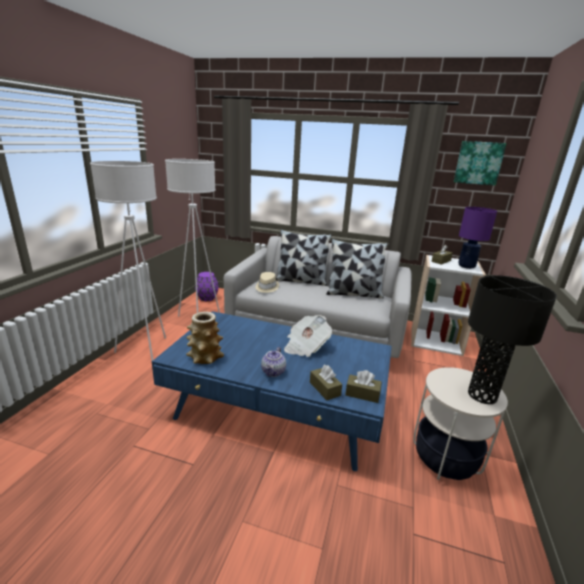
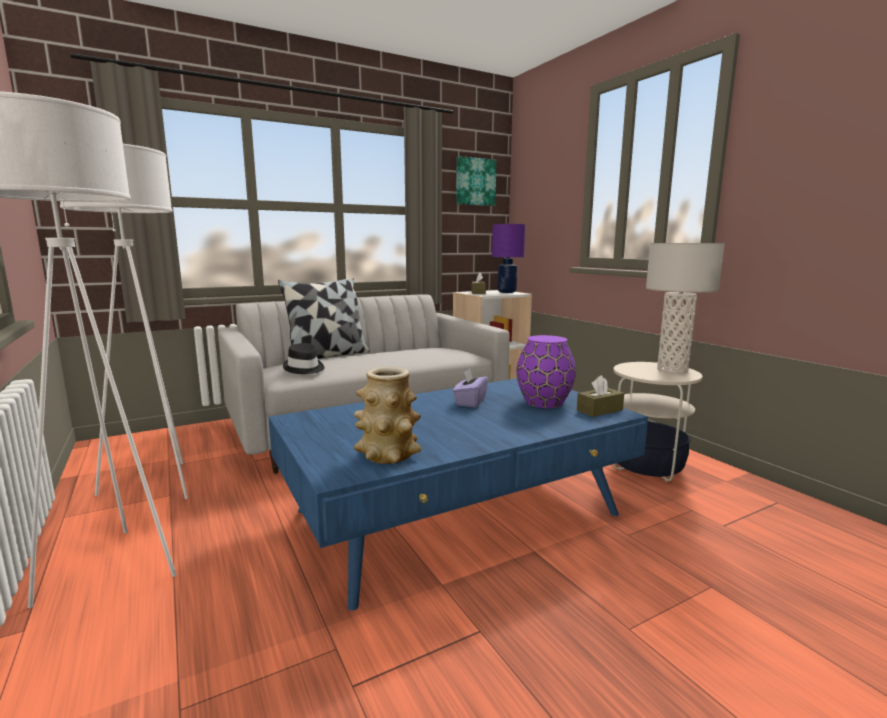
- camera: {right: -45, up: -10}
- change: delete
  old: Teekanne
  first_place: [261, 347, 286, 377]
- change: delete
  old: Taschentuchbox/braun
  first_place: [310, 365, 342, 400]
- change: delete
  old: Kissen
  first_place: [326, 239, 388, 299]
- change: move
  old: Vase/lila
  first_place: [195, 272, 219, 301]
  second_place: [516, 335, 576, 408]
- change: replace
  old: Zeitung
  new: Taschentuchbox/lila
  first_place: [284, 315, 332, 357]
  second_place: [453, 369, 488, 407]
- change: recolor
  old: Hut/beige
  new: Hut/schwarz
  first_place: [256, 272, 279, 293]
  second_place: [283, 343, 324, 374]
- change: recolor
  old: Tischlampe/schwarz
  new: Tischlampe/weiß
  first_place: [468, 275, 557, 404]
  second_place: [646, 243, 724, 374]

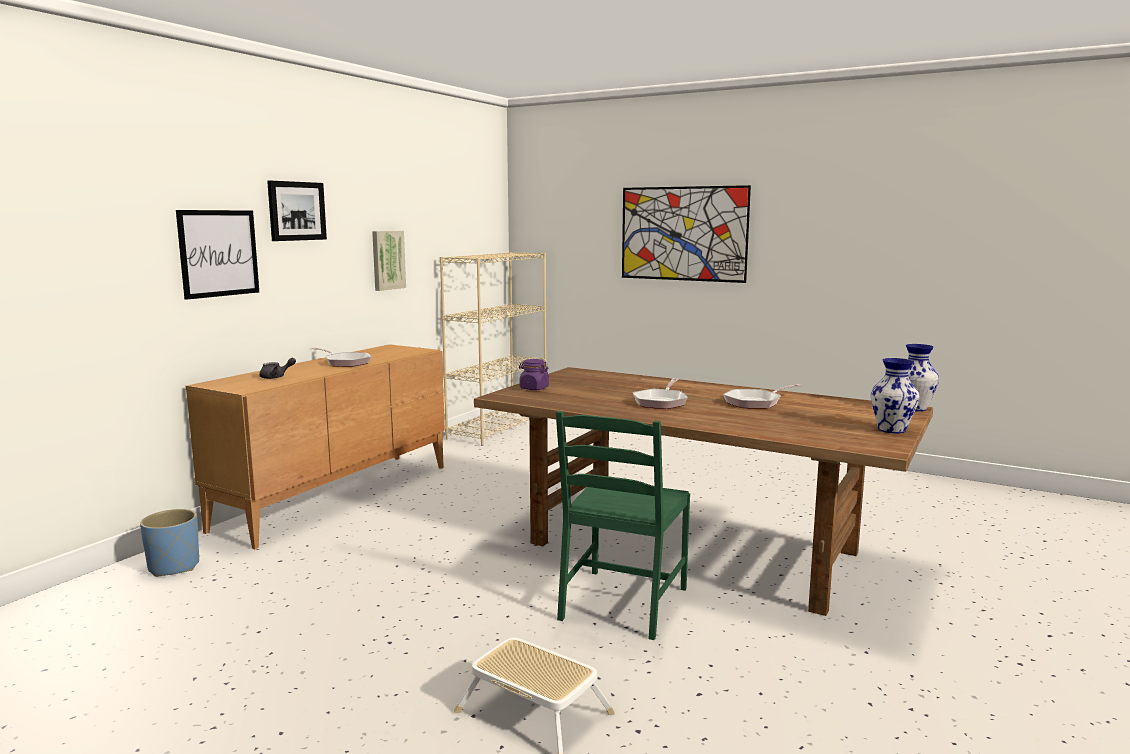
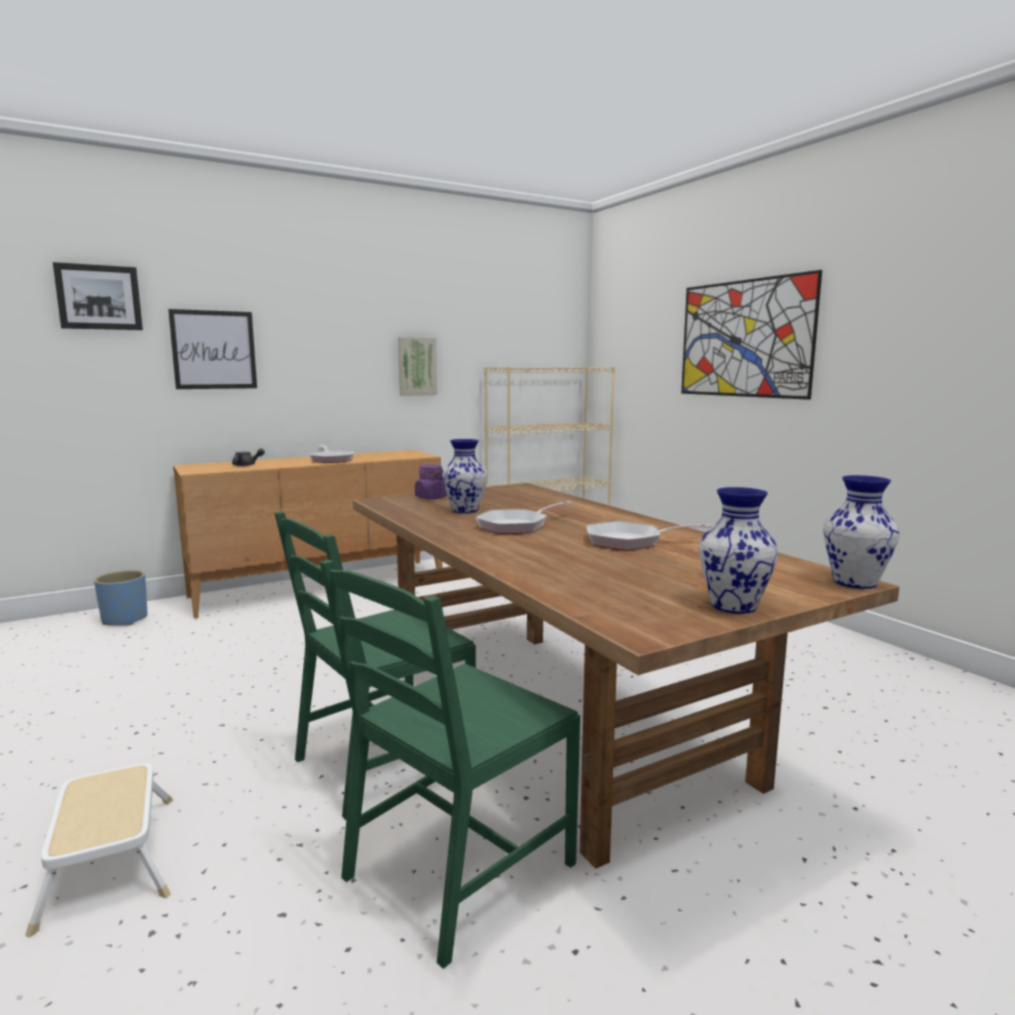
- camera: {right: 30, up: 0}
- change: insert
  new: Stuhl/grün
  second_place: [319, 560, 580, 969]
- change: insert
  new: Vase
  second_place: [442, 439, 487, 513]
- change: move
  old: Bild
  first_place: [267, 181, 327, 241]
  second_place: [53, 262, 143, 330]

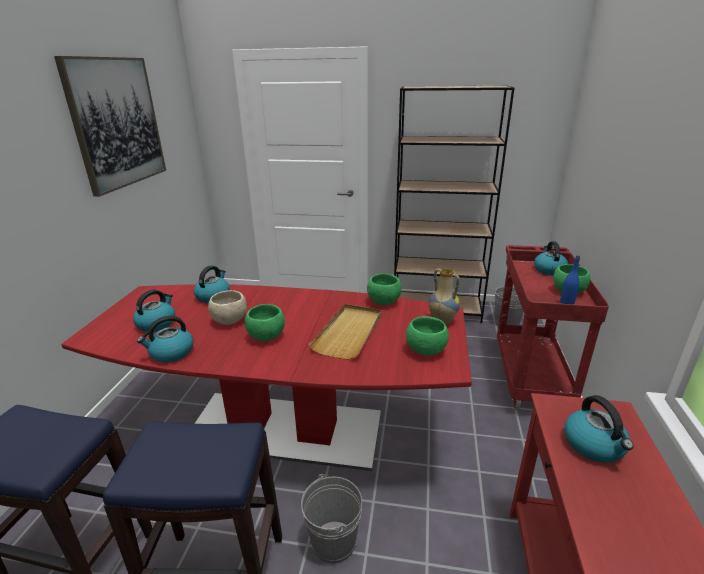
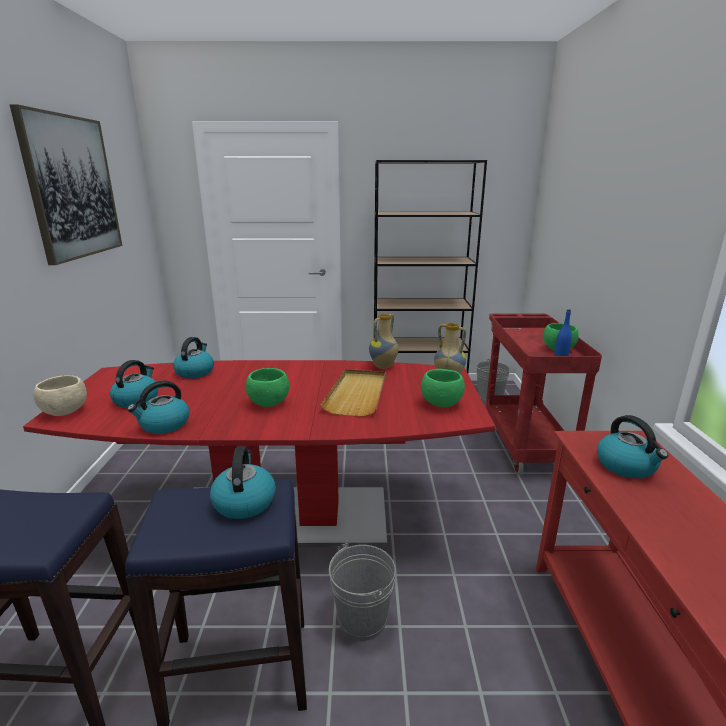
- camera: {right: -10, up: -5}
- change: move
  old: Schüssel/beige
  first_place: [208, 290, 247, 325]
  second_place: [33, 375, 87, 416]
- change: move
  old: Wasserkessel
  first_place: [534, 241, 568, 275]
  second_place: [210, 446, 276, 519]
- change: replace
  old: Schüssel/grün
  new: Vase
  first_place: [367, 273, 401, 305]
  second_place: [369, 314, 399, 369]

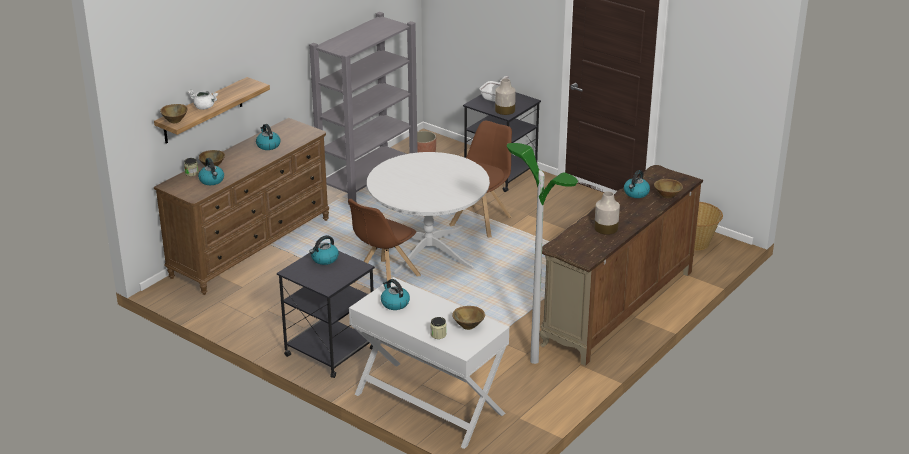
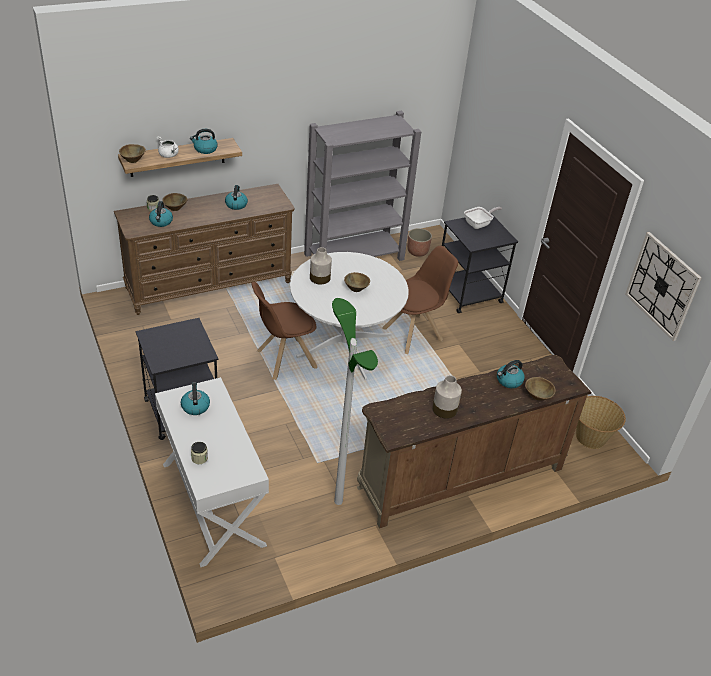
- camera: {right: 25, up: 10}
- change: insert
  new: Wanduhr
  second_place: [625, 232, 702, 341]
- change: move
  old: Wasserkessel
  first_place: [310, 235, 339, 265]
  second_place: [190, 129, 218, 154]
- change: move
  old: Schüssel/braun
  first_place: [452, 306, 485, 330]
  second_place: [344, 272, 370, 292]
- change: move
  old: Vase/beige
  first_place: [495, 78, 516, 115]
  second_place: [310, 247, 332, 284]

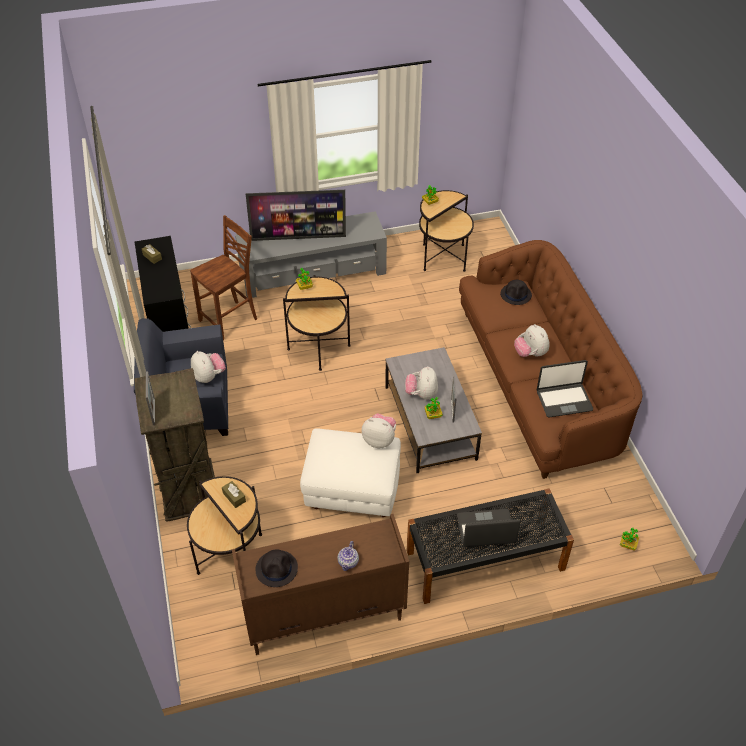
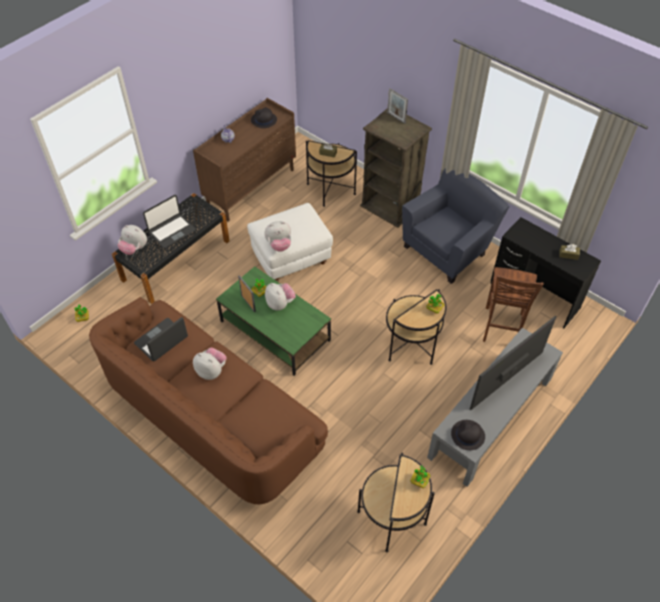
- camera: {right: 145, up: 5}
- change: move
  old: Plüschtier
  first_place: [191, 351, 226, 383]
  second_place: [118, 225, 147, 255]
- change: move
  old: Hut/schwarz
  first_place: [500, 280, 532, 305]
  second_place: [451, 420, 485, 450]
- change: recolor
  old: Couchtisch/grau
  new: Couchtisch/grün
  first_place: [385, 347, 482, 473]
  second_place: [216, 266, 331, 376]

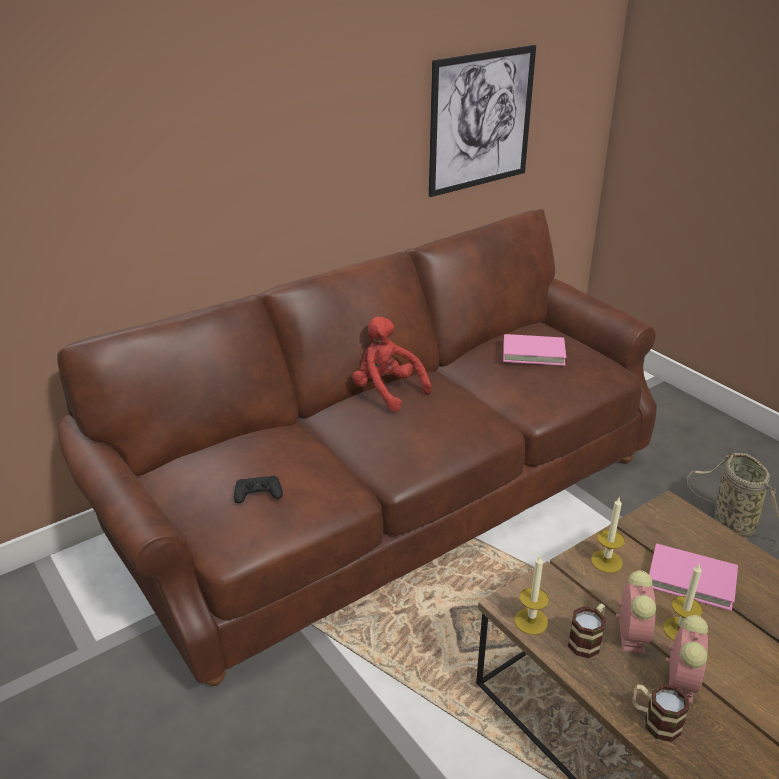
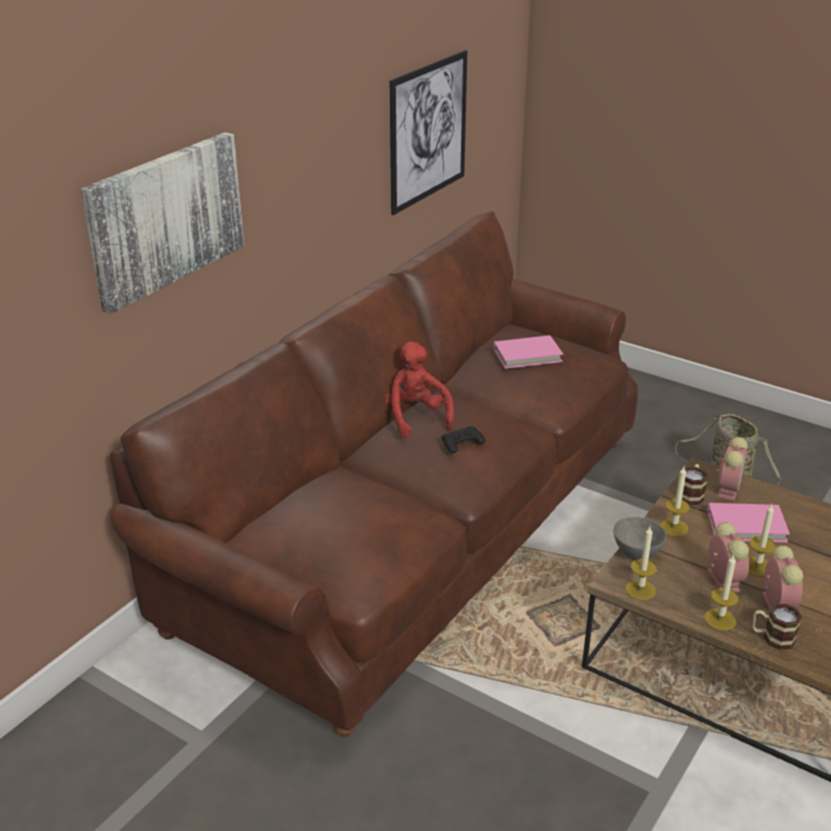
- camera: {right: -20, up: 0}
- change: insert
  new: Bild
  second_place: [81, 132, 244, 314]
- change: insert
  new: Schüssel/grau
  second_place: [613, 517, 666, 560]
- change: insert
  new: Kerze
  second_place: [704, 554, 739, 631]
- change: insert
  new: Wecker
  second_place: [716, 437, 748, 501]
- change: move
  old: Gamepad/schwarz
  first_place: [234, 476, 283, 503]
  second_place: [441, 426, 485, 453]
- change: move
  old: Henkelbecher
  first_place: [568, 604, 606, 658]
  second_place: [682, 464, 708, 505]
- change: rotate
  old: Plüschtier/rot
  first_place: [352, 317, 432, 412]
  second_place: [385, 342, 454, 438]
  degrees: 45

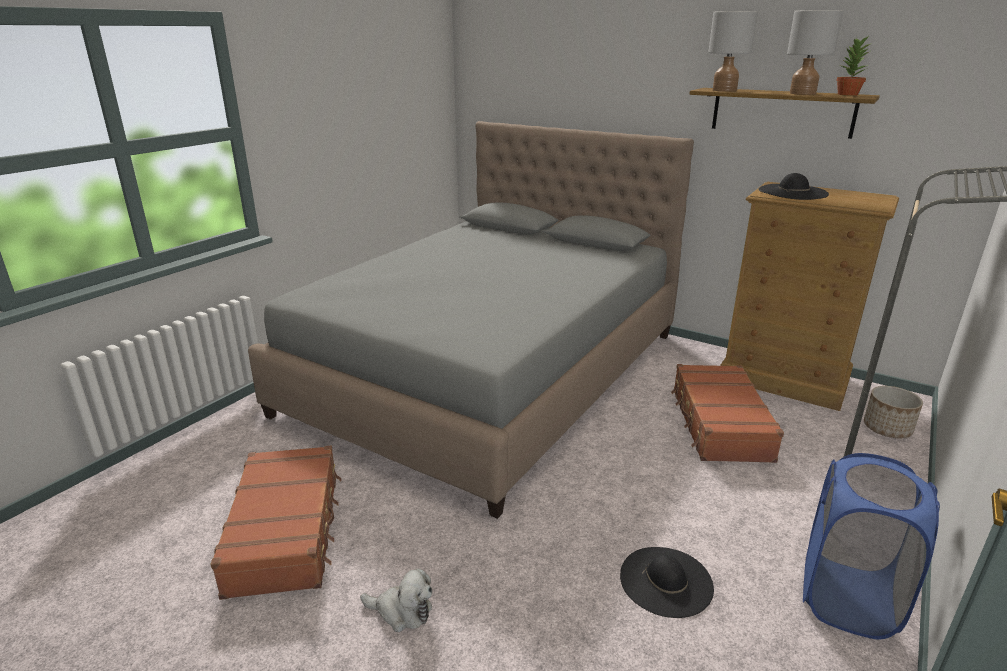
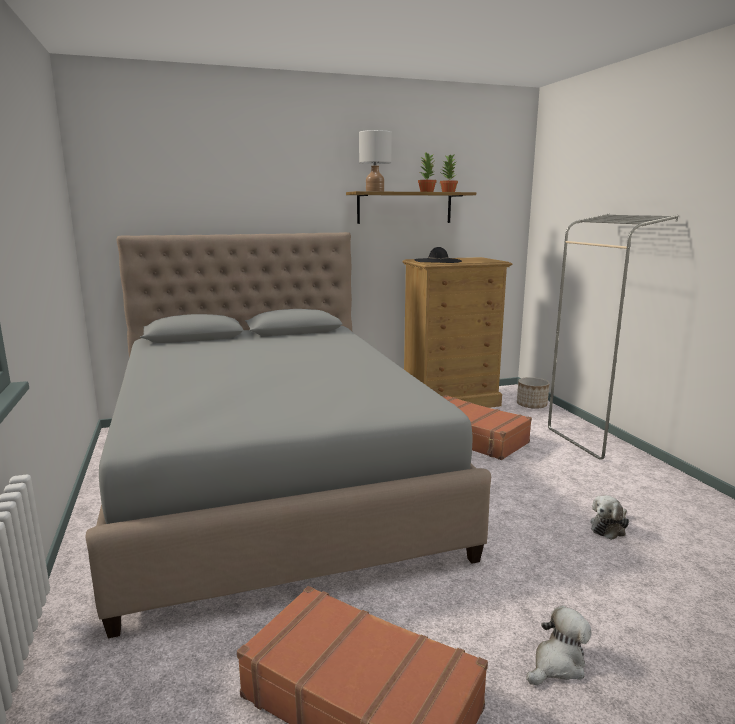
- camera: {right: -50, up: -10}
- change: delete
  old: Wäschekorb/blau
  first_place: [803, 453, 940, 640]
- change: replace
  old: Hut/schwarz
  new: Plüschtier
  first_place: [620, 547, 714, 618]
  second_place: [590, 495, 629, 540]
- change: replace
  old: Tischlampe/grau
  new: Topfpflanze
  first_place: [787, 10, 843, 95]
  second_place: [418, 152, 437, 192]

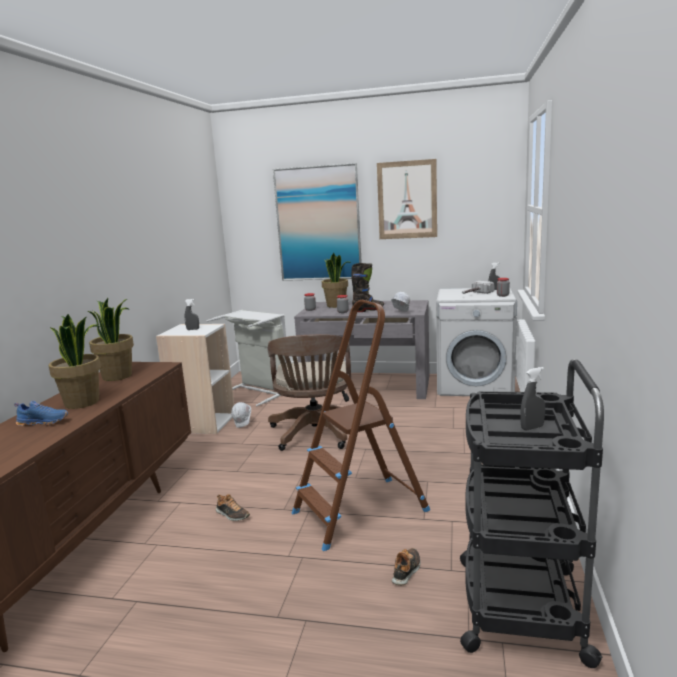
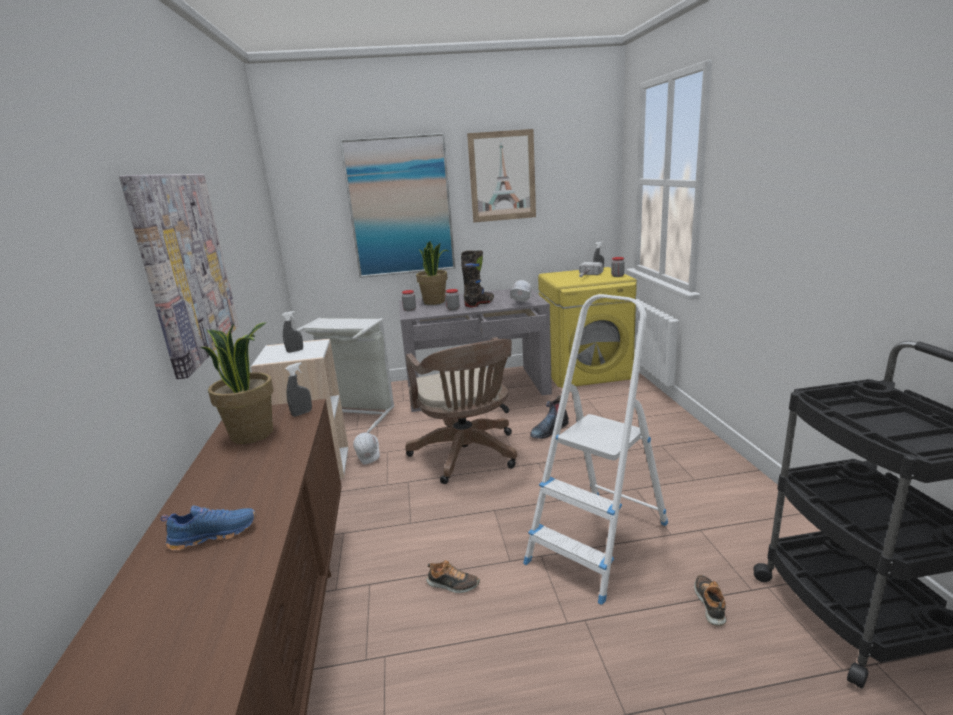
- camera: {right: -20, up: 5}
- change: delete
  old: Topfpflanze
  first_place: [48, 314, 101, 409]
- change: insert
  new: Bild
  second_place: [119, 174, 239, 379]
- change: insert
  new: Stiefel
  second_place: [530, 395, 569, 439]
- change: move
  old: Sprühflasche/grau
  first_place: [520, 367, 545, 430]
  second_place: [285, 362, 312, 417]
- change: recolor
  old: Trittleiter/braun
  new: Trittleiter/weiß
  first_place: [292, 300, 430, 551]
  second_place: [523, 294, 668, 605]
- change: recolor
  old: Waschmaschine/weiß
  new: Waschmaschine/gelb
  first_place: [436, 288, 517, 396]
  second_place: [538, 267, 637, 388]

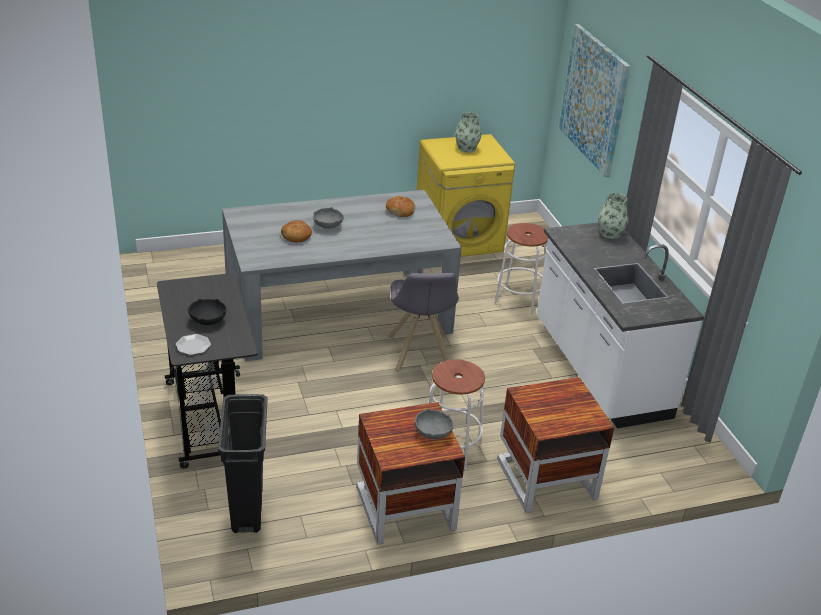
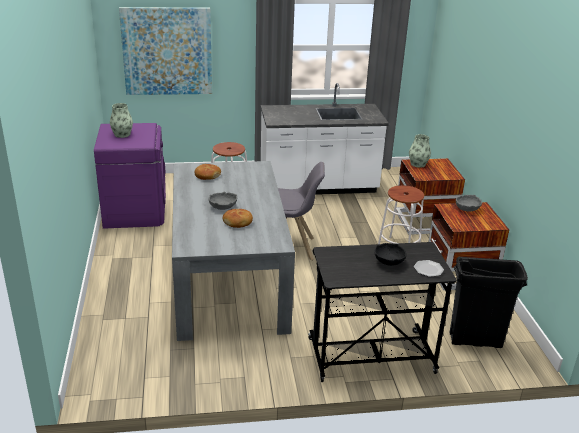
- camera: {right: -80, up: -5}
- change: move
  old: Vase
  first_place: [598, 193, 629, 239]
  second_place: [409, 134, 431, 168]
- change: recolor
  old: Waschmaschine/gelb
  new: Waschmaschine/lila
  first_place: [417, 134, 515, 257]
  second_place: [94, 123, 166, 229]

